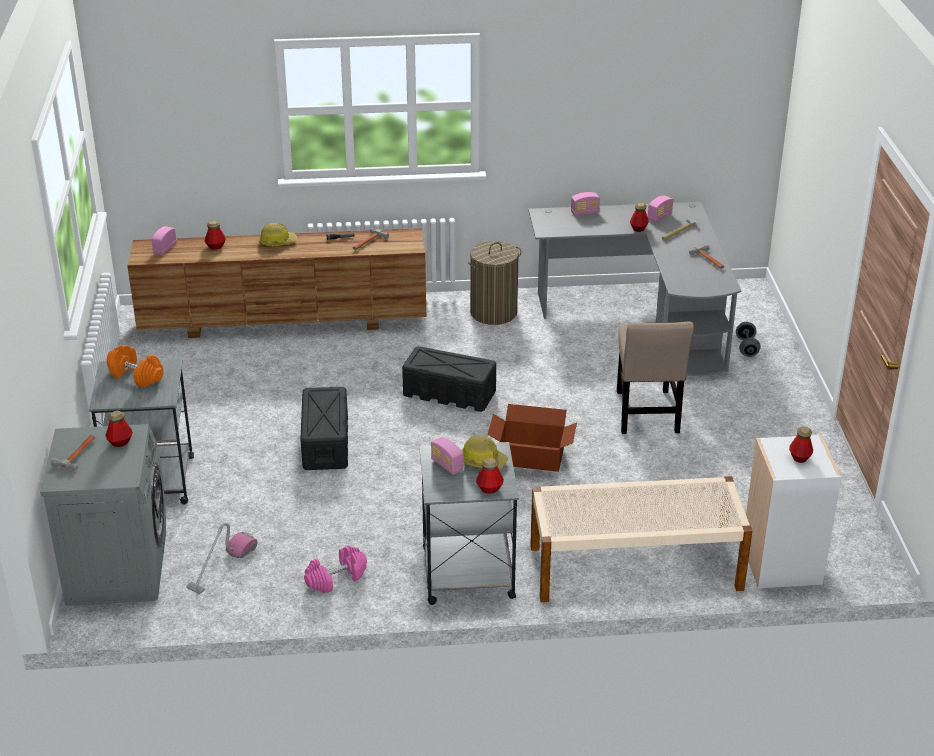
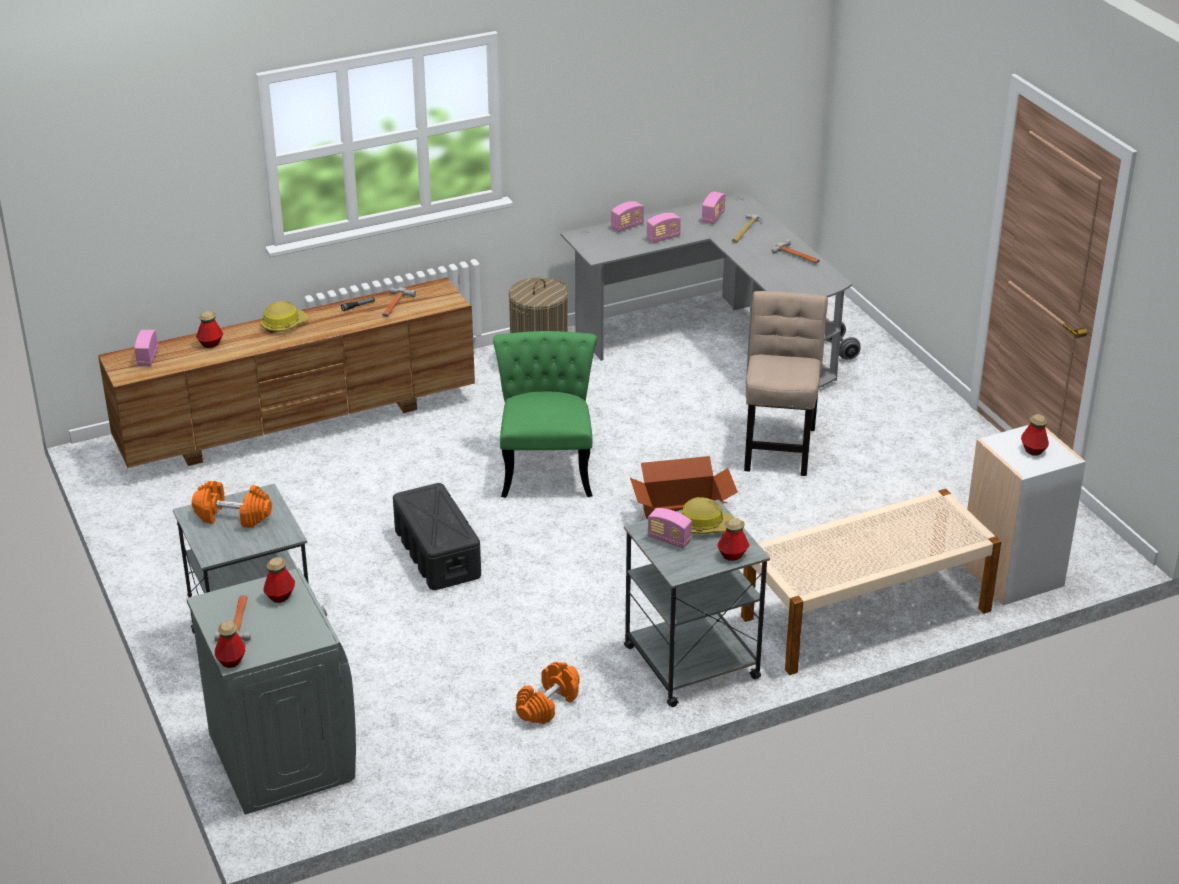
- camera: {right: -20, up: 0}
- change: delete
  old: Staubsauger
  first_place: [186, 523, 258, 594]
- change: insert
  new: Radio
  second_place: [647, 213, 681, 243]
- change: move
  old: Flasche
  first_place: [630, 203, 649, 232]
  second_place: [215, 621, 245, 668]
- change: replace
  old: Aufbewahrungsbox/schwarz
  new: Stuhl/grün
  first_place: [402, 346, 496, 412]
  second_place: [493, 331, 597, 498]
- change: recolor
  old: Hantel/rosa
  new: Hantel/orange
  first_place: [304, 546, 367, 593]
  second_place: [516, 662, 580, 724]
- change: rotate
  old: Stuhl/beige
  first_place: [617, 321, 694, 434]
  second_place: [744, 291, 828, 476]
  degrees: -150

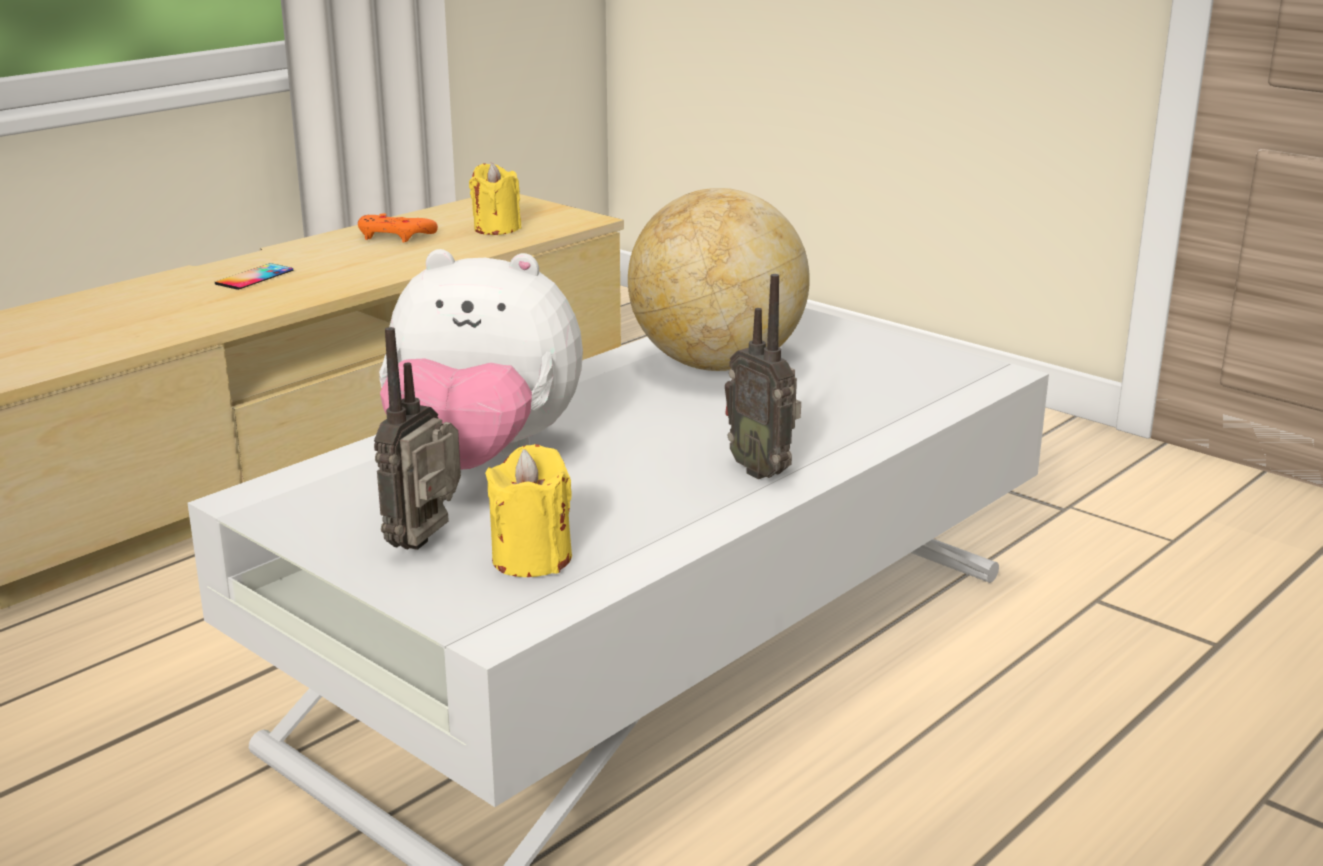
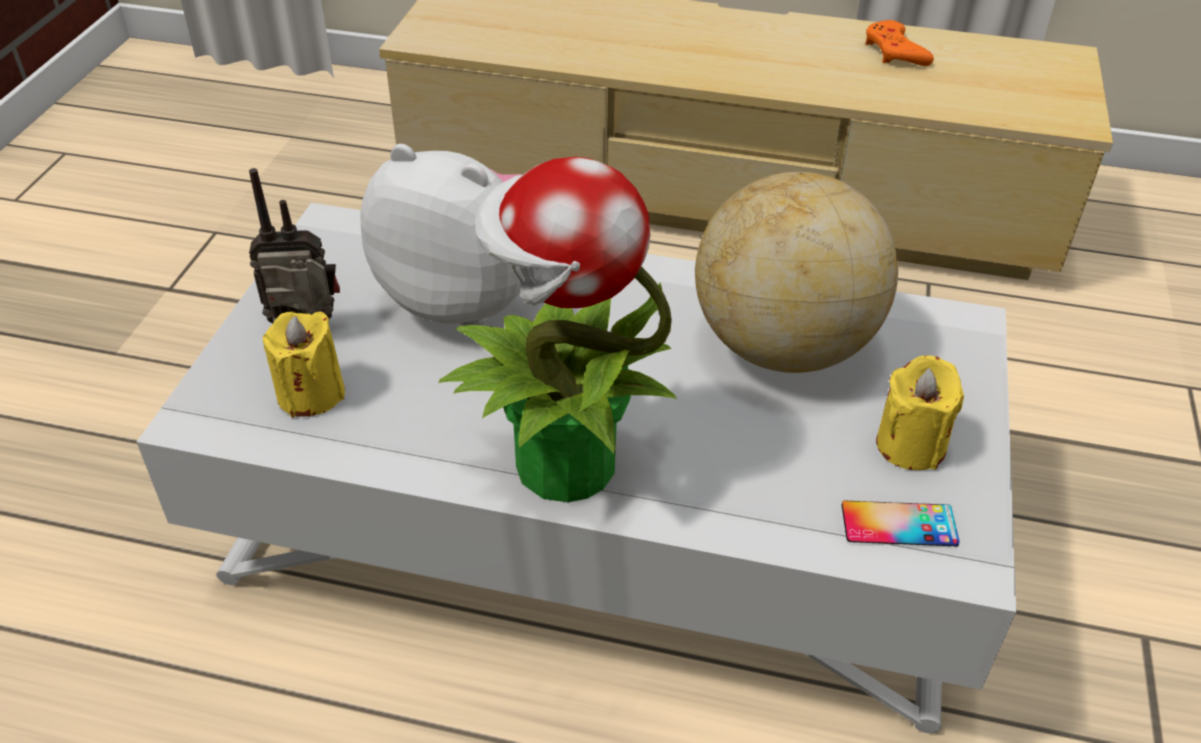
- camera: {right: 60, up: 20}
- change: move
  old: Handy
  first_place: [215, 263, 293, 290]
  second_place: [842, 501, 960, 546]
- change: move
  old: Kerze/gelb
  first_place: [469, 162, 521, 235]
  second_place: [876, 355, 964, 470]
- change: replace
  old: Radio
  new: Topfpflanze
  first_place: [725, 274, 801, 479]
  second_place: [438, 157, 677, 502]
- change: rotate
  old: Plüschtier
  first_place: [379, 249, 583, 470]
  second_place: [360, 144, 522, 326]
  degrees: 135

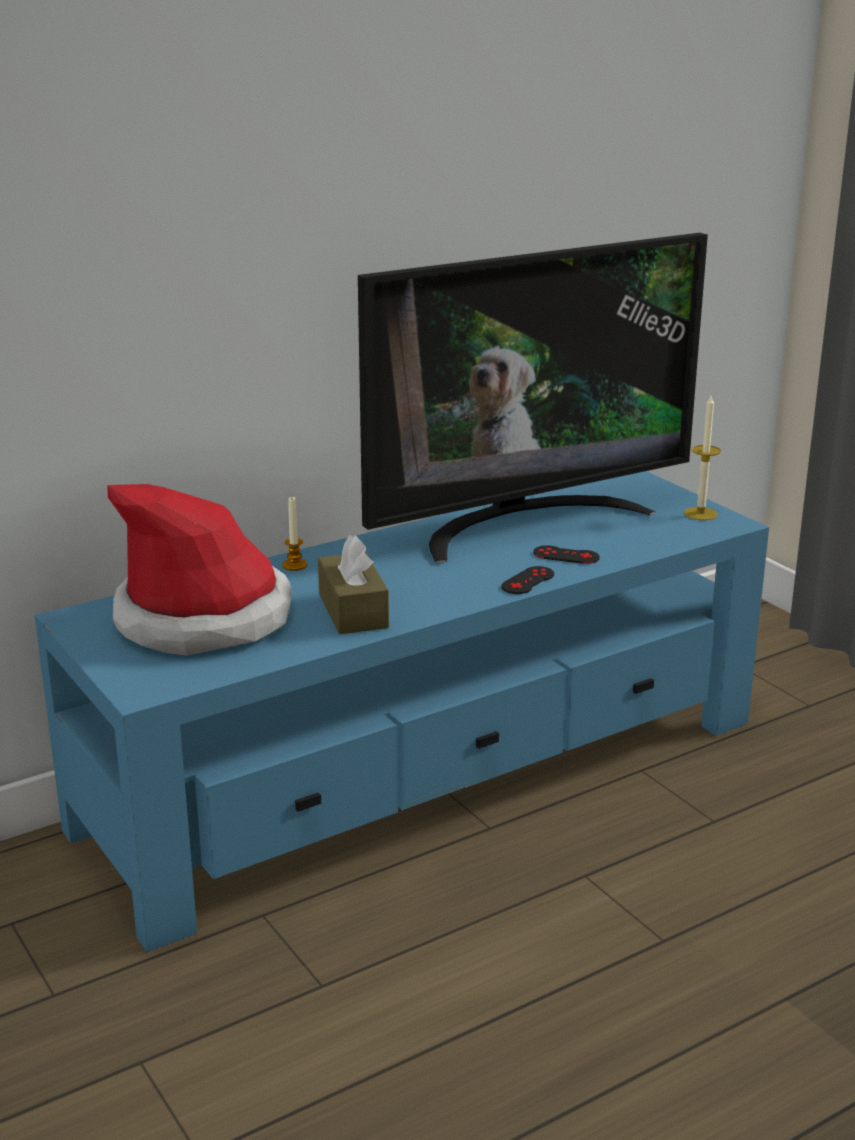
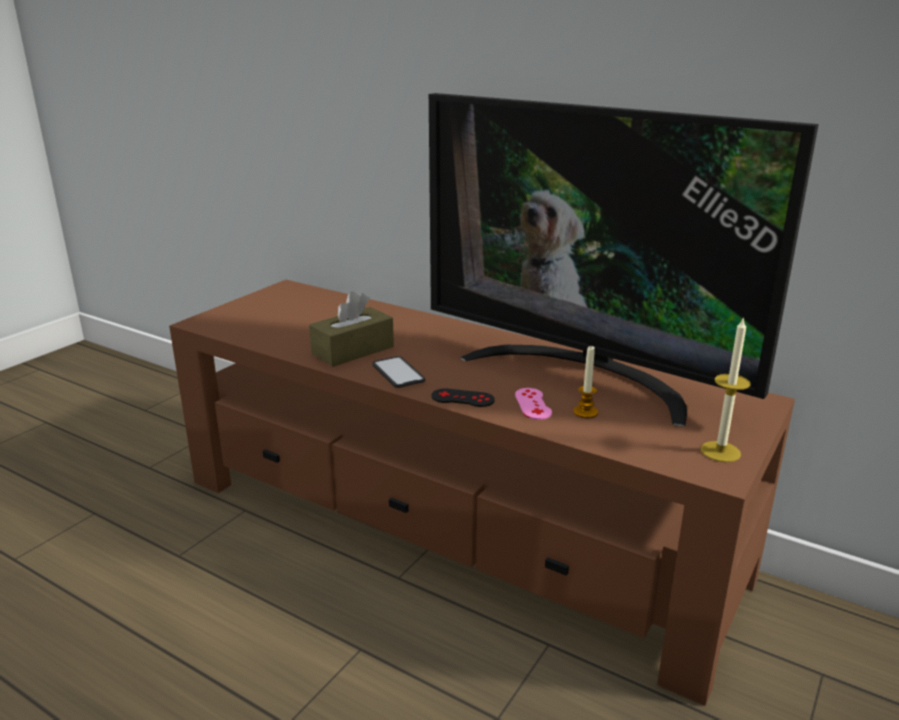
- camera: {right: 65, up: 0}
- change: delete
  old: Hut
  first_place: [107, 484, 292, 656]
- change: insert
  new: Handy
  second_place: [372, 356, 425, 388]
- change: move
  old: Kerze
  first_place: [282, 497, 307, 571]
  second_place: [573, 346, 598, 418]
- change: recolor
  old: Fernsehschrank/blau
  new: Fernsehschrank/braun
  first_place: [35, 471, 769, 952]
  second_place: [169, 280, 795, 706]
- change: recolor
  old: Gamepad/schwarz
  new: Gamepad/rosa
  first_place: [533, 545, 600, 564]
  second_place: [515, 388, 552, 420]

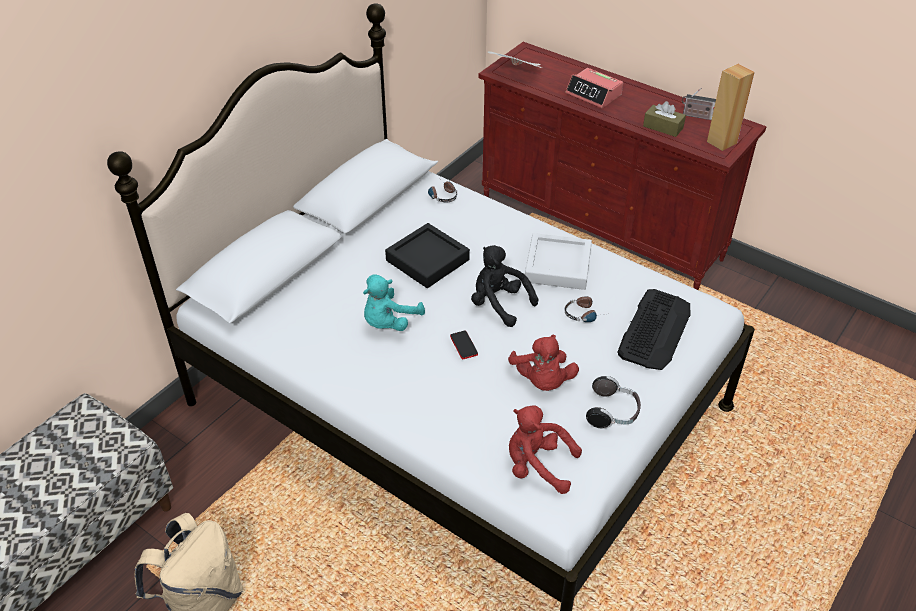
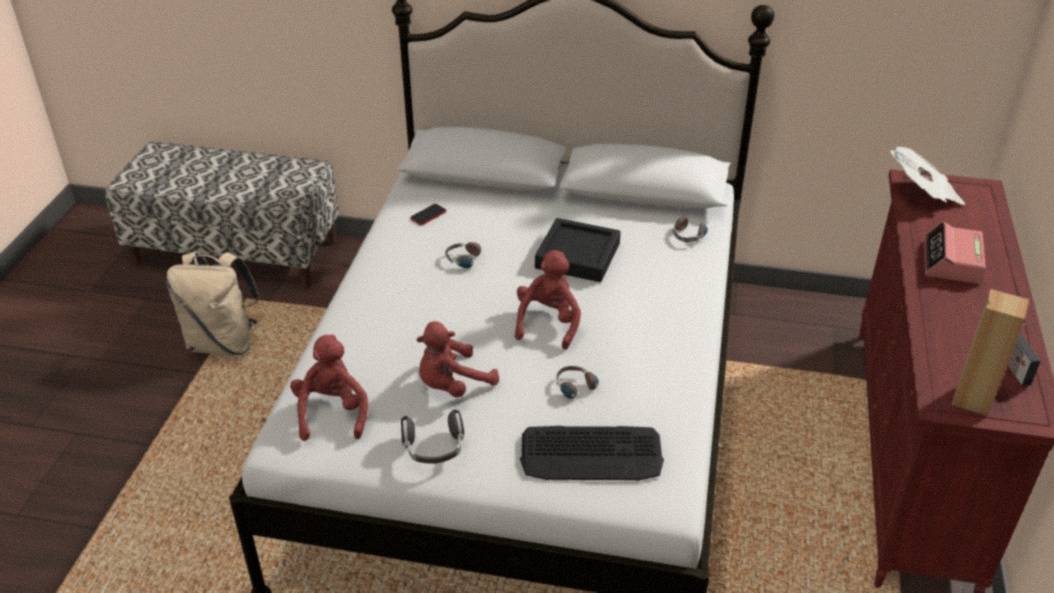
- camera: {right: 65, up: -5}
- change: delete
  old: Tablett/grau
  first_place: [525, 233, 592, 290]
- change: delete
  old: Taschentuchbox/braun
  first_place: [643, 101, 686, 137]
- change: move
  old: Handy
  first_place: [450, 330, 478, 359]
  second_place: [410, 204, 446, 225]
- change: replace
  old: Plüschtier/türkis
  new: Kopfhörer
  first_place: [363, 274, 425, 331]
  second_place: [445, 242, 481, 268]
- change: recolor
  old: Plüschtier/schwarz
  new: Plüschtier/rot
  first_place: [471, 245, 538, 327]
  second_place: [515, 250, 581, 350]

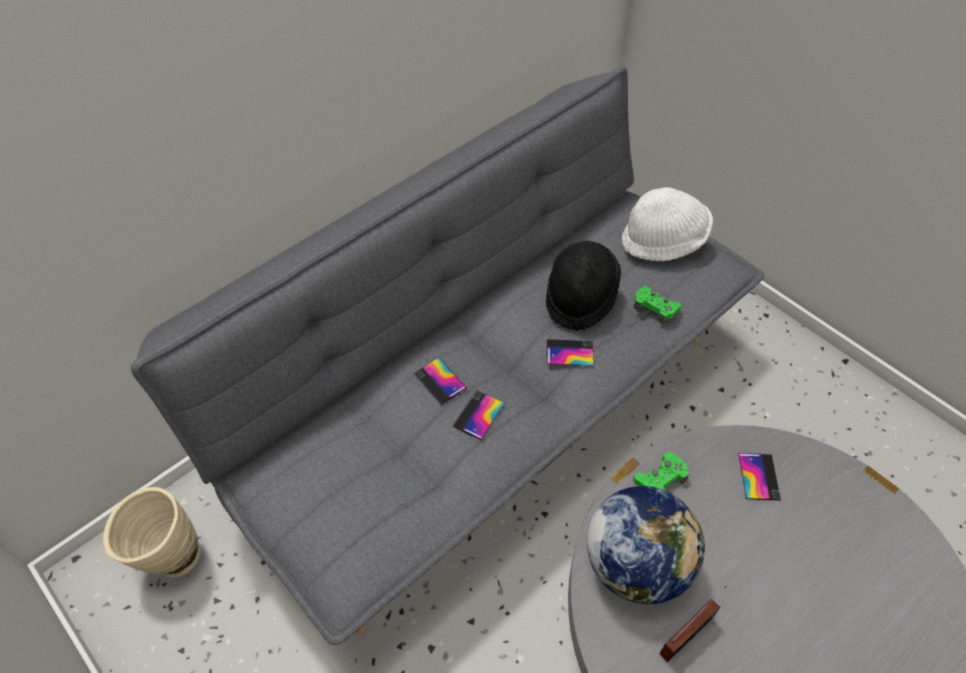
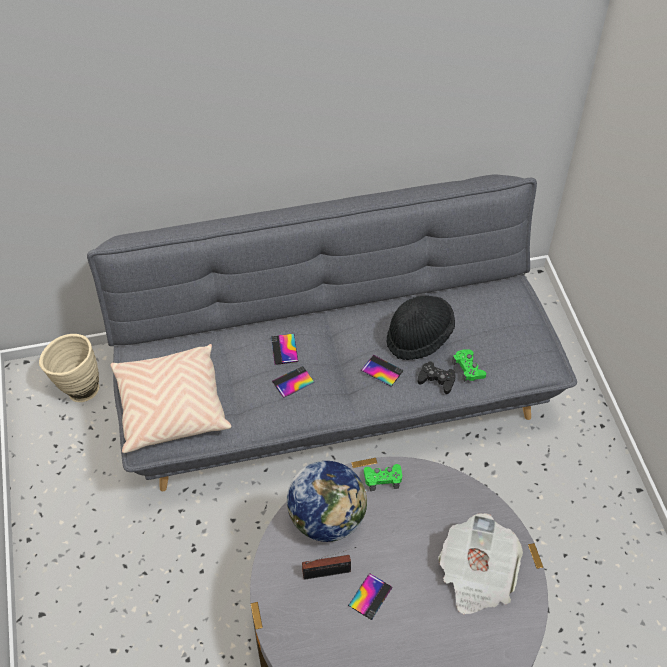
- camera: {right: 30, up: 0}
- change: delete
  old: Hut/weiß
  first_place: [622, 187, 713, 262]
- change: insert
  new: Kissen/beige
  second_place: [110, 344, 232, 453]
- change: insert
  new: Gamepad/schwarz
  second_place: [418, 361, 456, 394]
- change: insert
  new: Zeitung
  second_place: [438, 513, 523, 614]
- change: move
  old: Handy
  first_place: [738, 453, 781, 501]
  second_place: [348, 573, 393, 620]

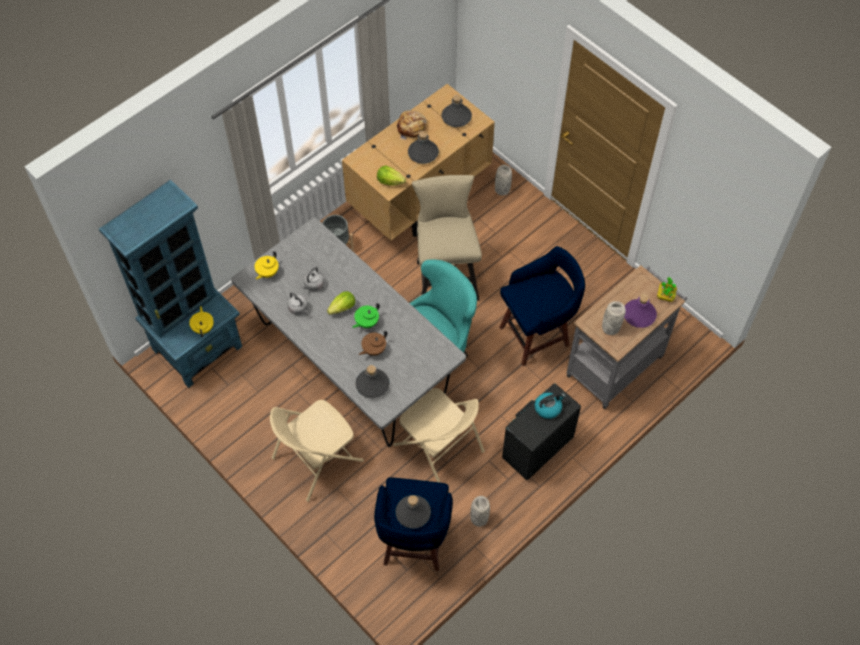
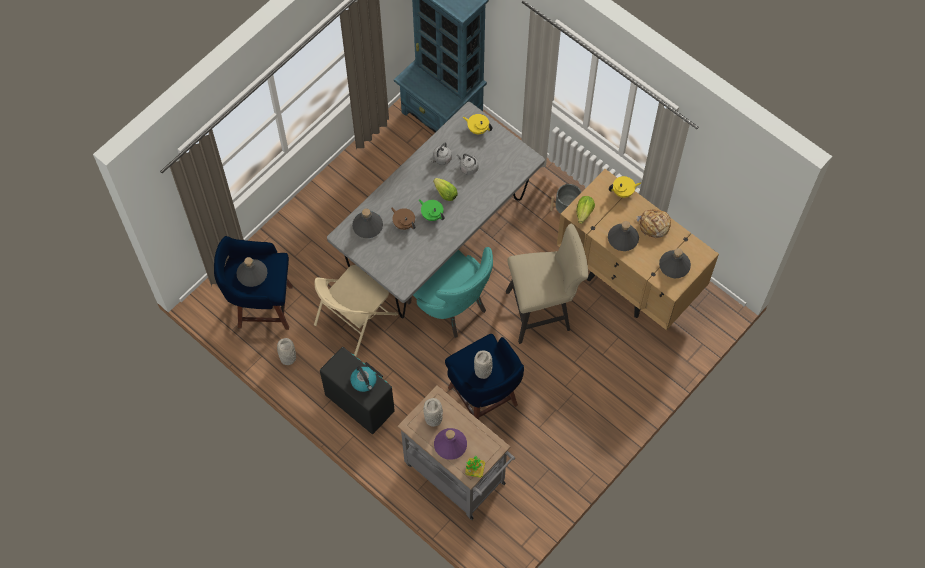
- camera: {right: 85, up: 5}
- change: delete
  old: Stuhl/beige
  first_place: [270, 400, 364, 502]
- change: move
  old: Teekanne/gelb
  first_place: [189, 306, 214, 337]
  second_place: [609, 176, 641, 198]
- change: move
  old: Vase/grau
  first_place: [495, 165, 512, 195]
  second_place: [474, 350, 493, 379]

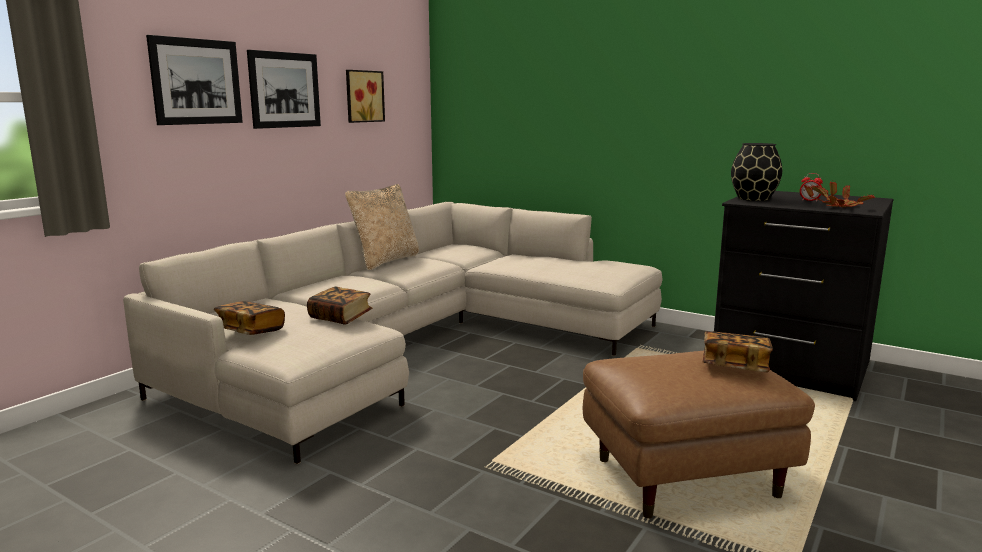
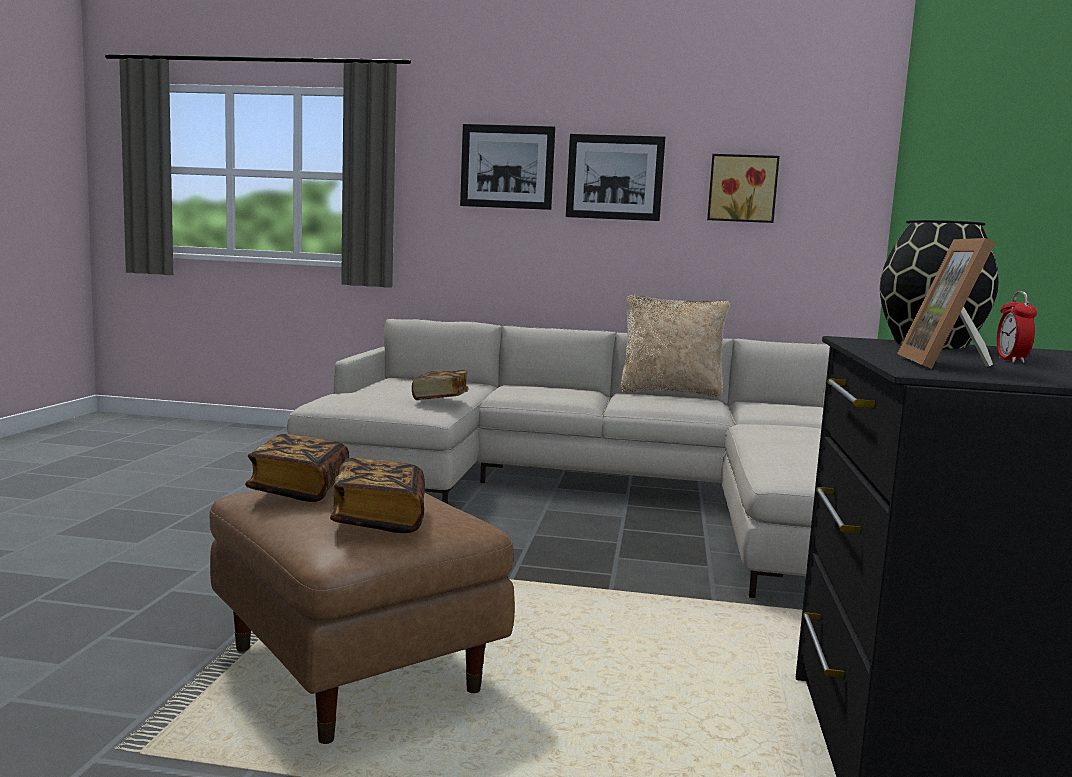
- camera: {right: 65, up: -5}
- change: move
  old: Buch
  first_place: [214, 301, 285, 335]
  second_place: [245, 434, 349, 502]
- change: replace
  old: Topfpflanze
  new: Bilderrahmen
  first_place: [804, 181, 875, 207]
  second_place: [897, 238, 996, 369]

